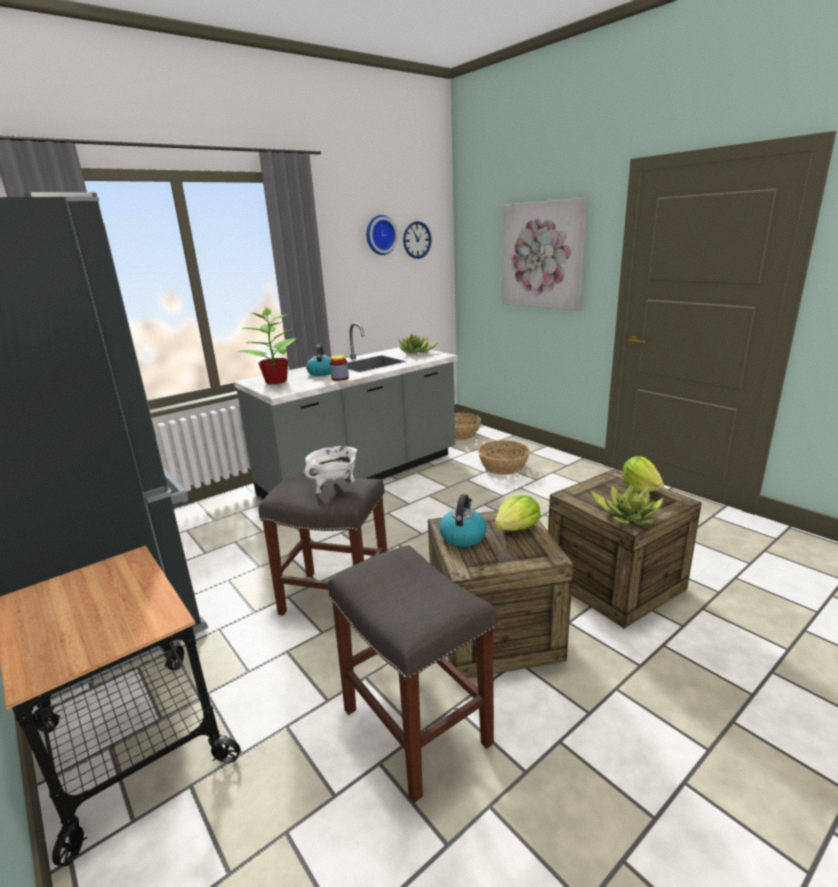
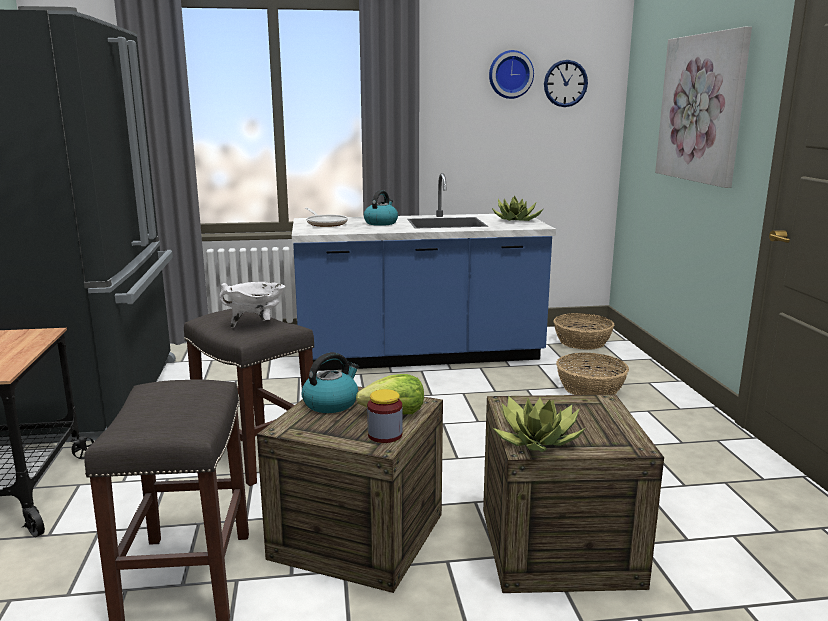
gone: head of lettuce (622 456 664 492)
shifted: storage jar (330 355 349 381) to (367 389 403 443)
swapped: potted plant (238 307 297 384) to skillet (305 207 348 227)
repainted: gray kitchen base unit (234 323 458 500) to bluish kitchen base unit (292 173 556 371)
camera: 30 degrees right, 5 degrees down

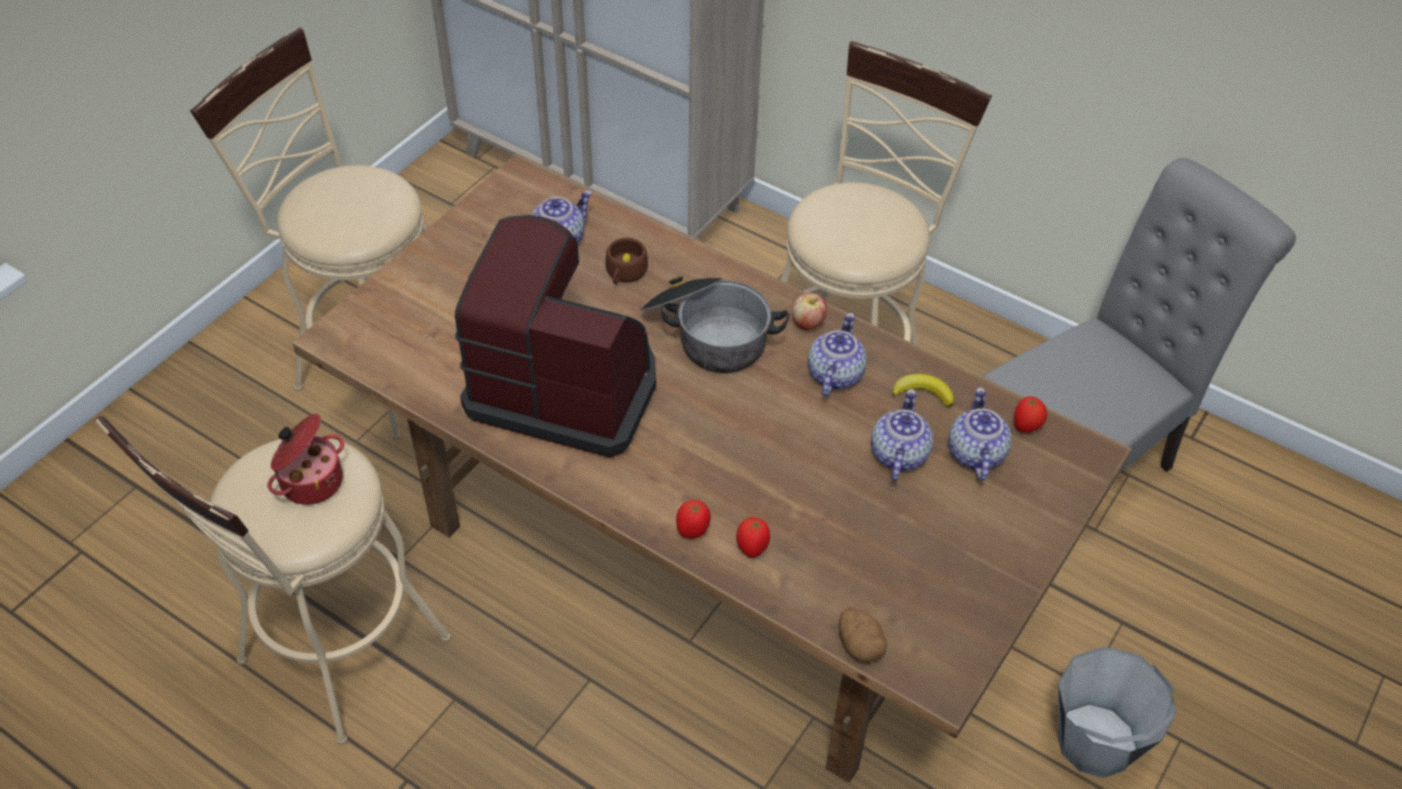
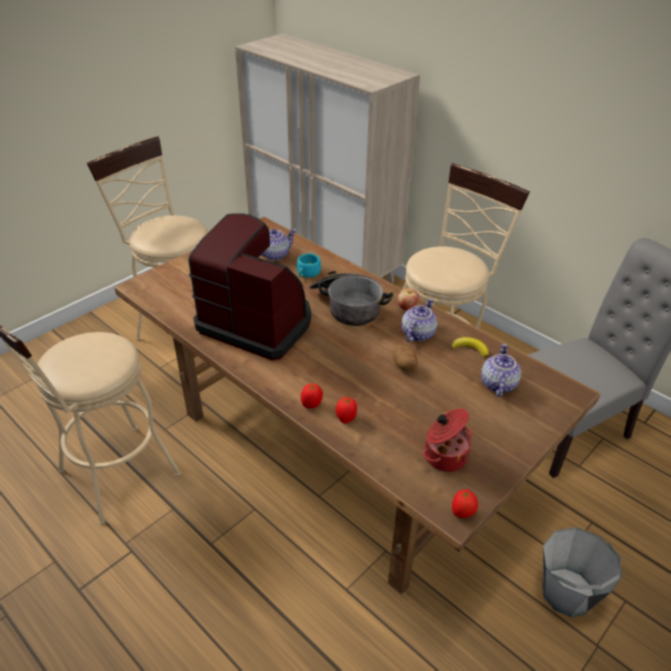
gone: teapot (871 389 933 481)
shifted: whole potato (839 608 887 663) to (393 344 418 371); cooking pot (268 414 344 505) to (423 409 472 472); fresh tomato (1014 396 1047 433) to (452 489 478 518)
repainted: brownish drinking cup (606 238 648 284) to turquoise drinking cup (297 253 321 278)
camera: 10 degrees right, 10 degrees down

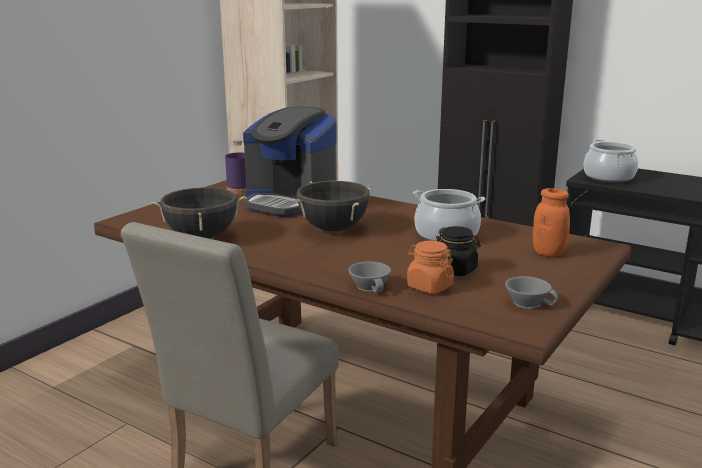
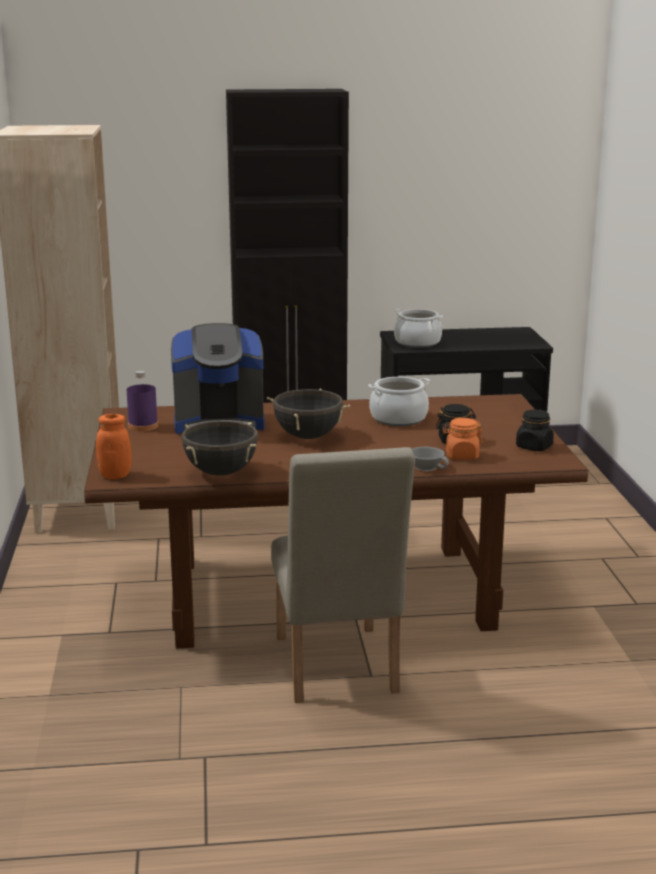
shifted: orange-coloured storage jar (533 188 570 257) to (96 414 132 479)
swapped: gray drinking cup (505 276 558 309) to black storage jar (516 410 554 451)
camera: 40 degrees left, 0 degrees up

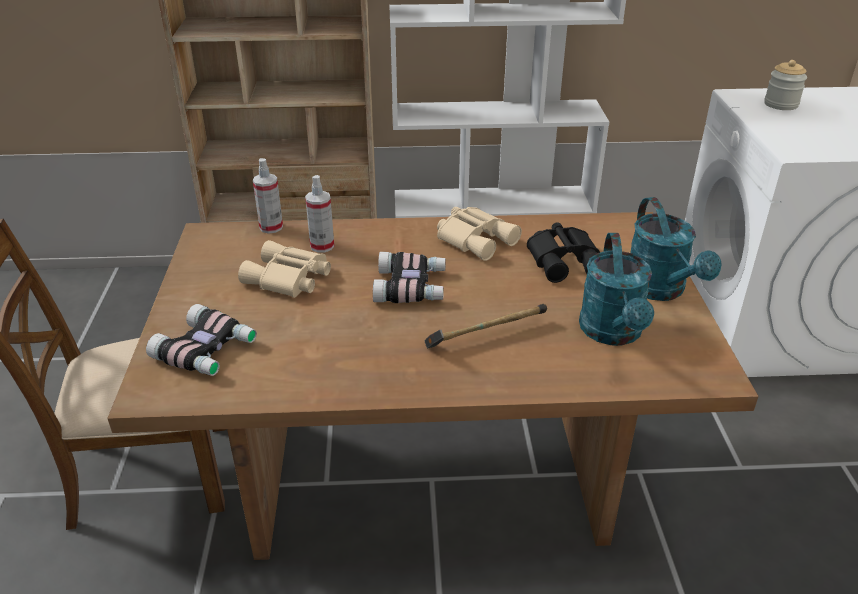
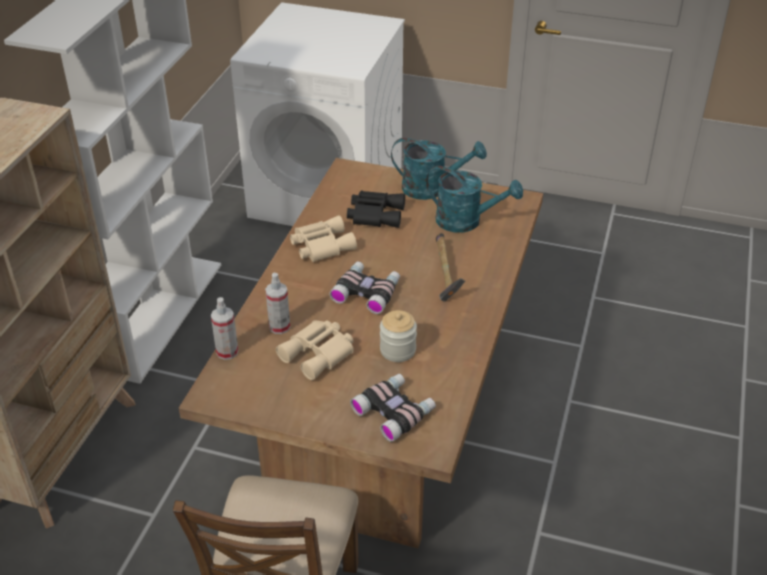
shifted: storage jar (764 60 807 110) to (380 310 417 362)
camera: 70 degrees left, 5 degrees up

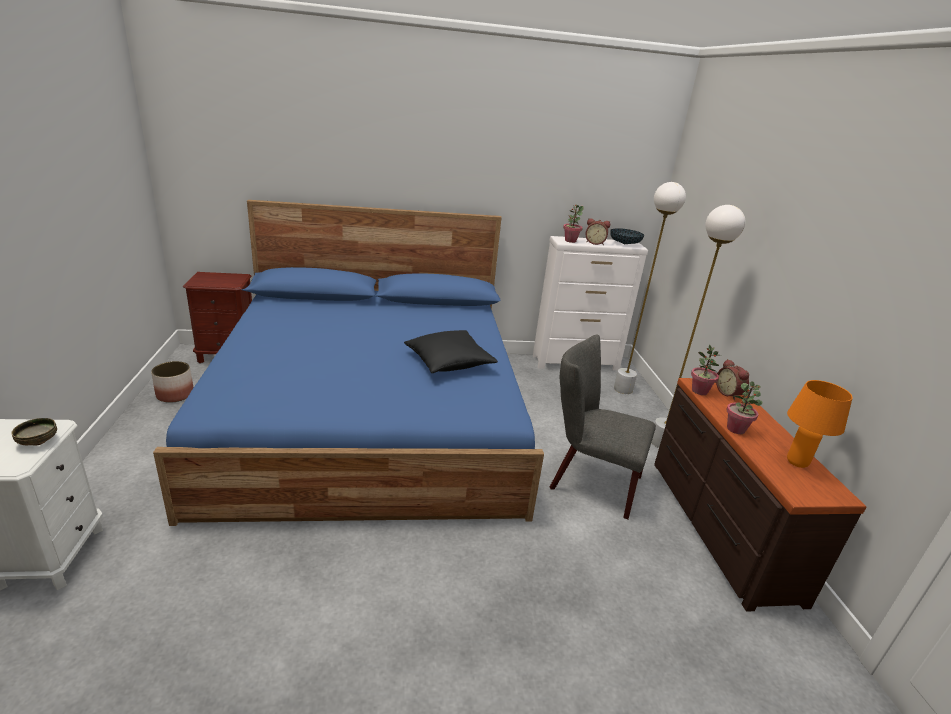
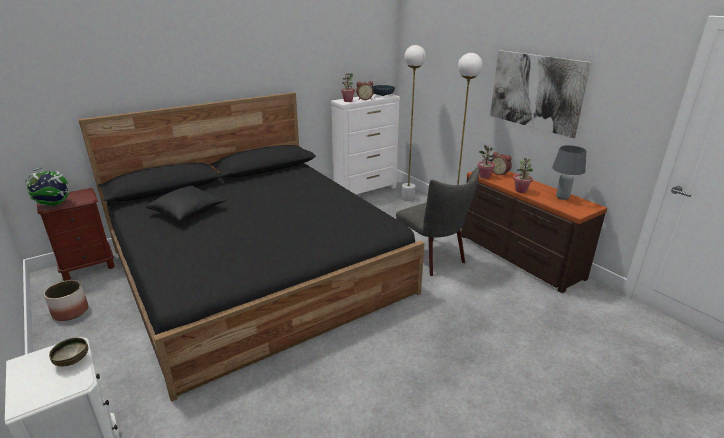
new: globe (25 167 70 206); wall picture (490 50 591 138)
shifted: black throw pillow (404 330 498 373) to (145 186 227 221)
repainted: bluish bedroom bed (153 200 544 526) to black bedroom bed (78 92 425 402); orange-coloured lamp for a table (787 380 853 468) to gray lamp for a table (552 145 586 200)
rotated: gray chair (550 334 656 520) = (396 167 479 276) 120 degrees counterclockwise
camera: 25 degrees left, 0 degrees up

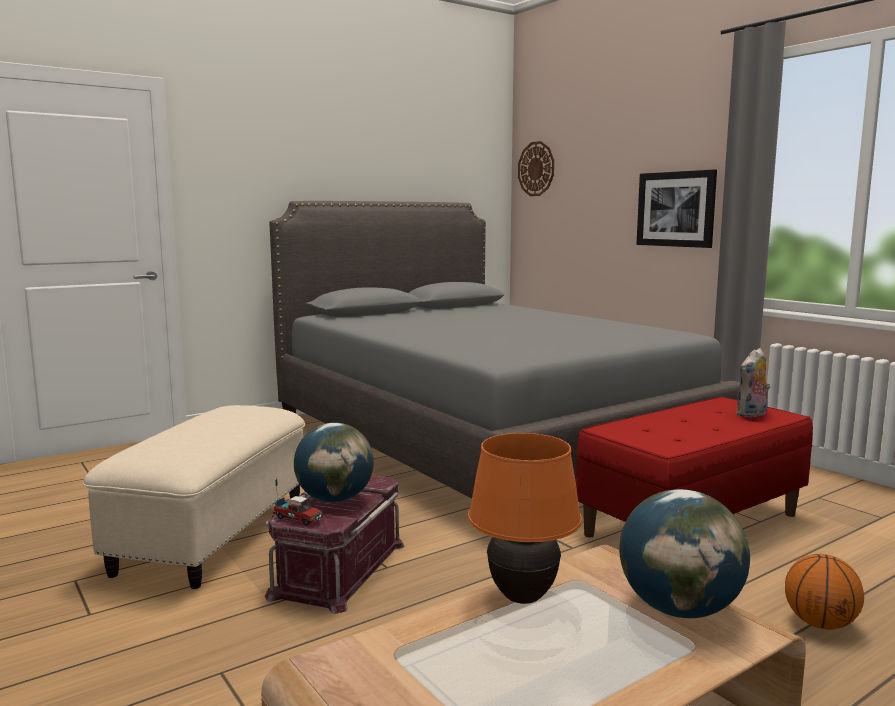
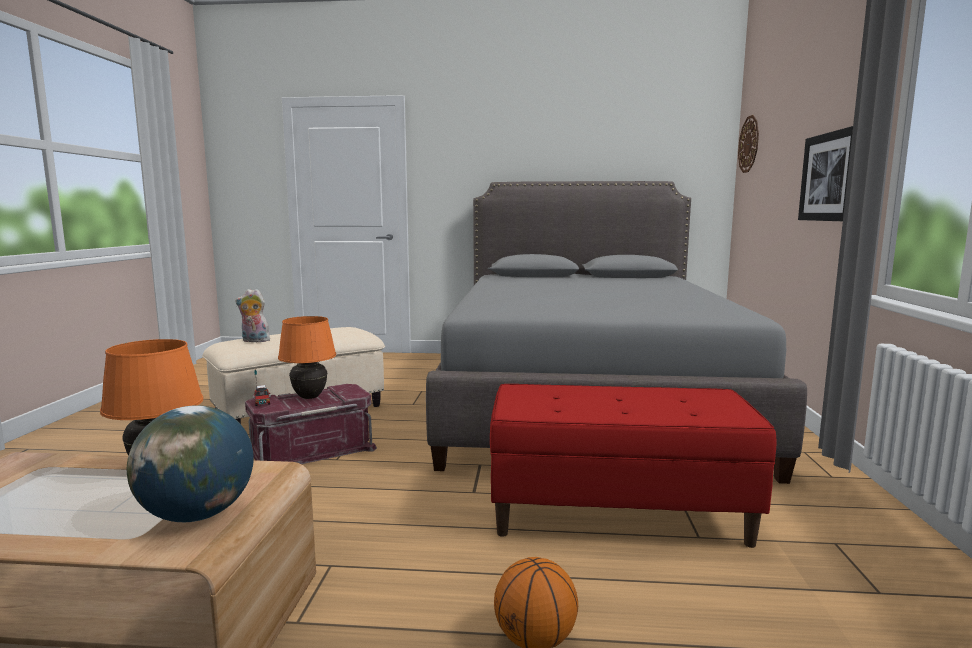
shifted: cuddly toy (736 348 770 417) to (236 289 270 342)
swapped: globe (294 423 374 503) to orange-coloured lamp for a table (278 316 336 399)
camera: 40 degrees right, 0 degrees up

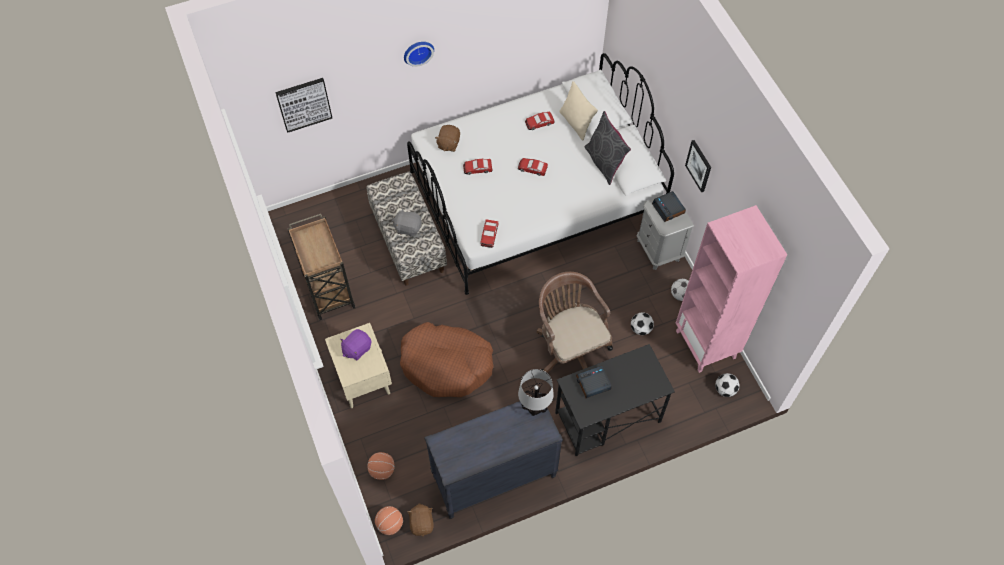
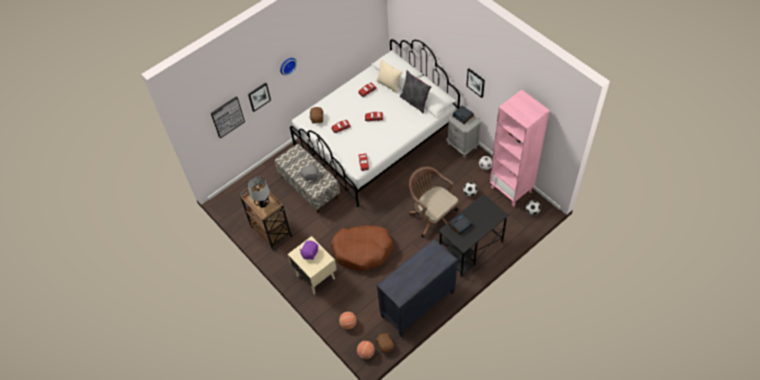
new: wall picture (248 83 271 112)
shifted: lamp for a table (518 369 554 416) to (248 177 270 208)
camera: 15 degrees left, 5 degrees down

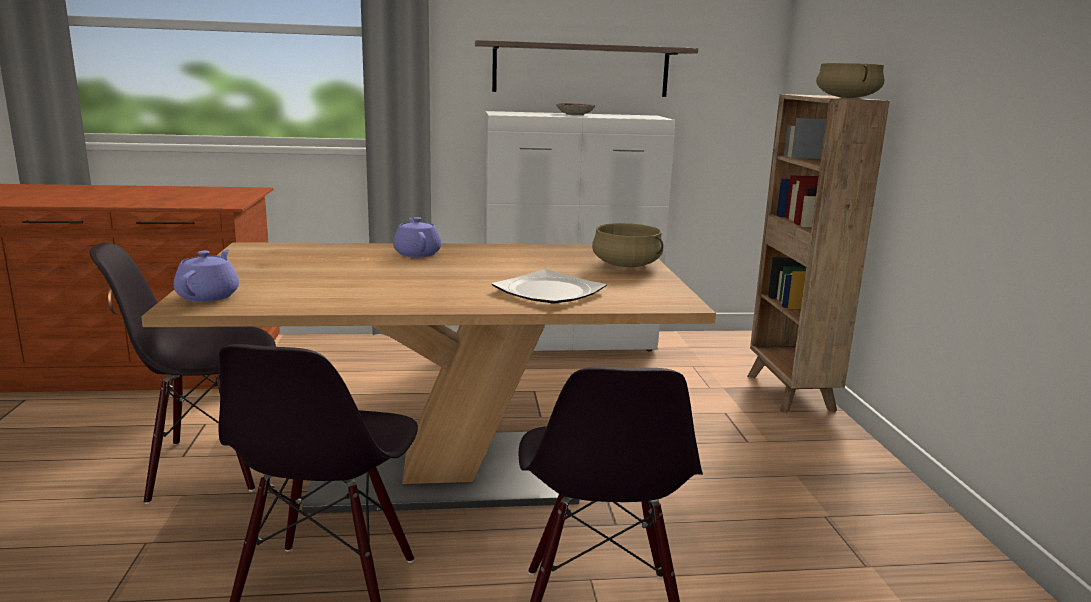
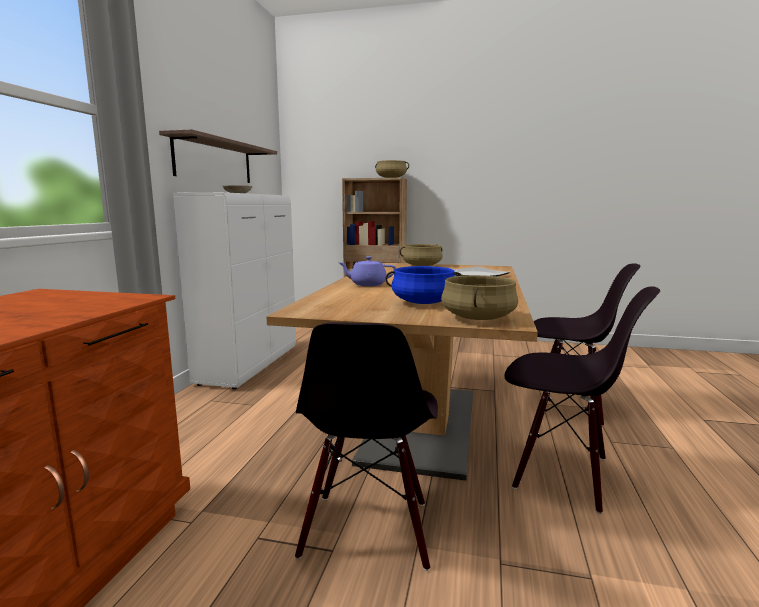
new: bluish cooking pot (385 266 462 304)
swapped: purplish teapot (174 249 239 302) to sand-coloured cooking pot (441 275 518 320)
camera: 70 degrees left, 5 degrees down

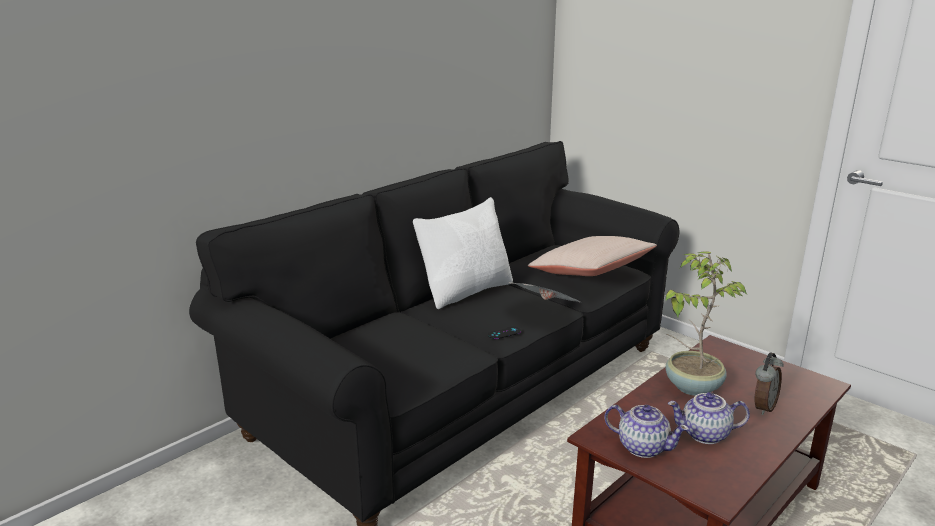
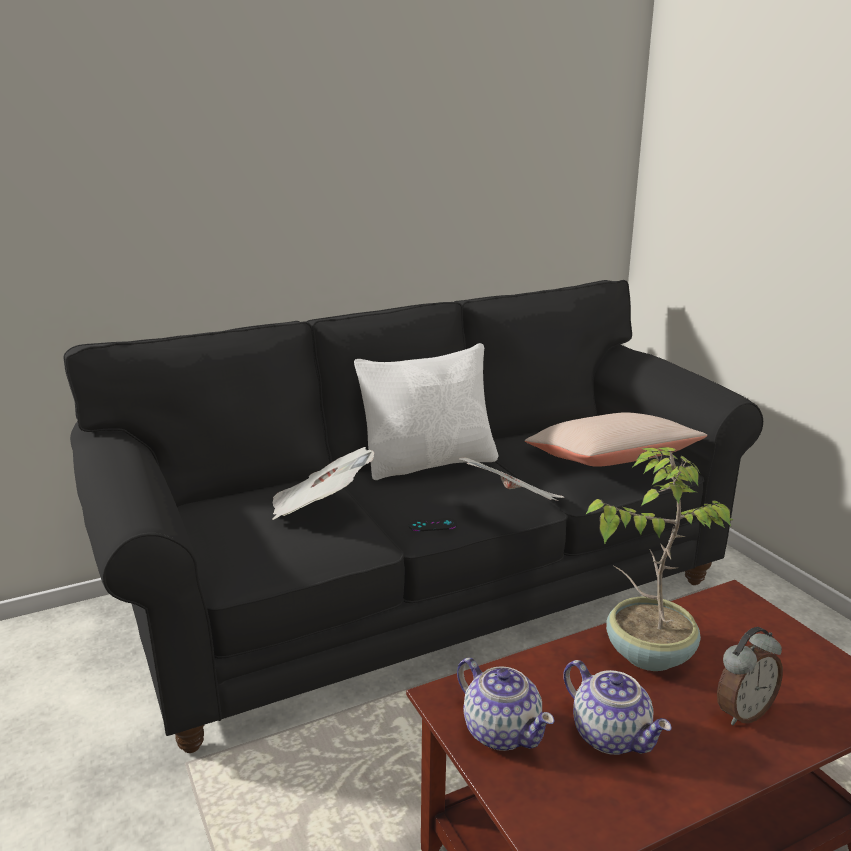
new: printed paper (272 447 374 520)
rotated: teapot (668 392 750 444) = (564 660 672 755) 150 degrees counterclockwise
camera: 20 degrees right, 0 degrees up

